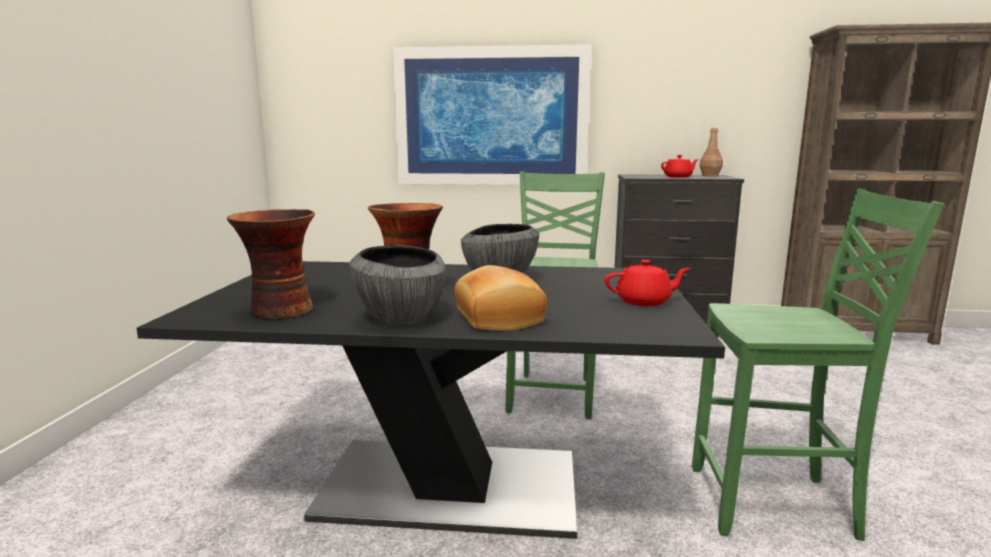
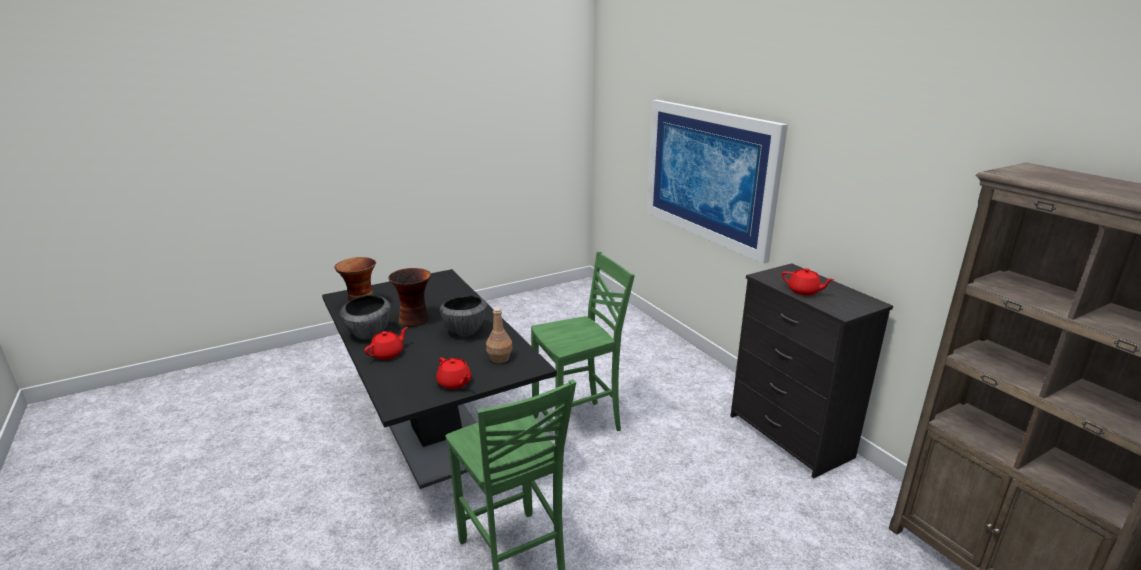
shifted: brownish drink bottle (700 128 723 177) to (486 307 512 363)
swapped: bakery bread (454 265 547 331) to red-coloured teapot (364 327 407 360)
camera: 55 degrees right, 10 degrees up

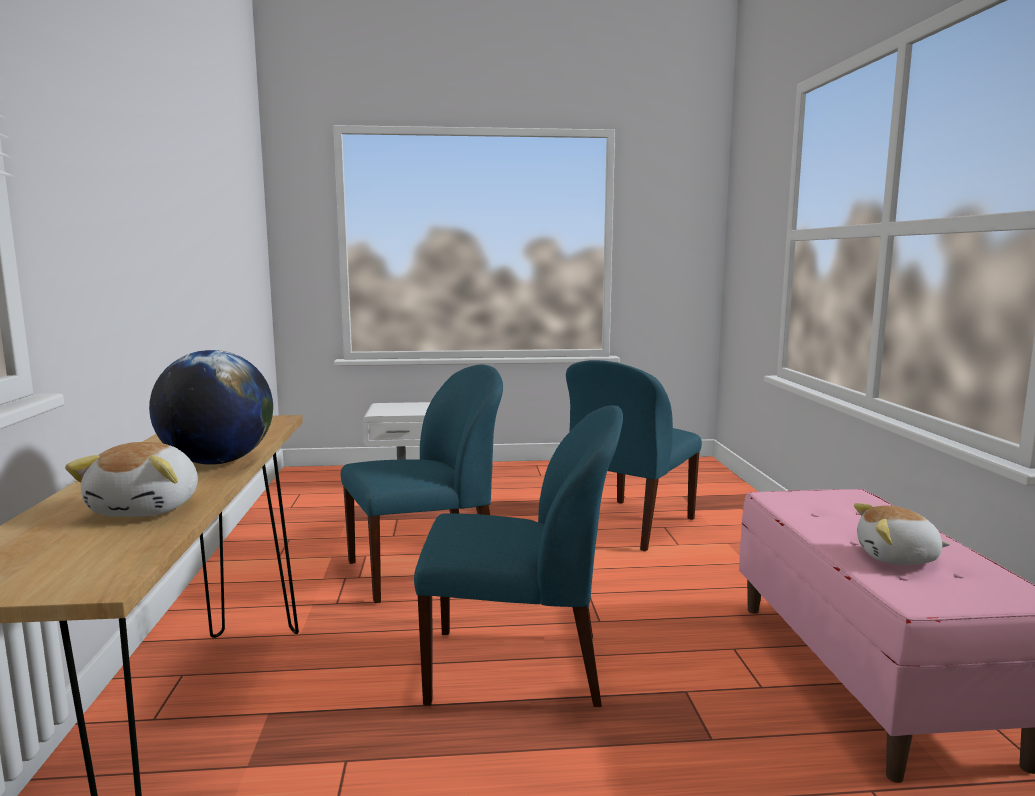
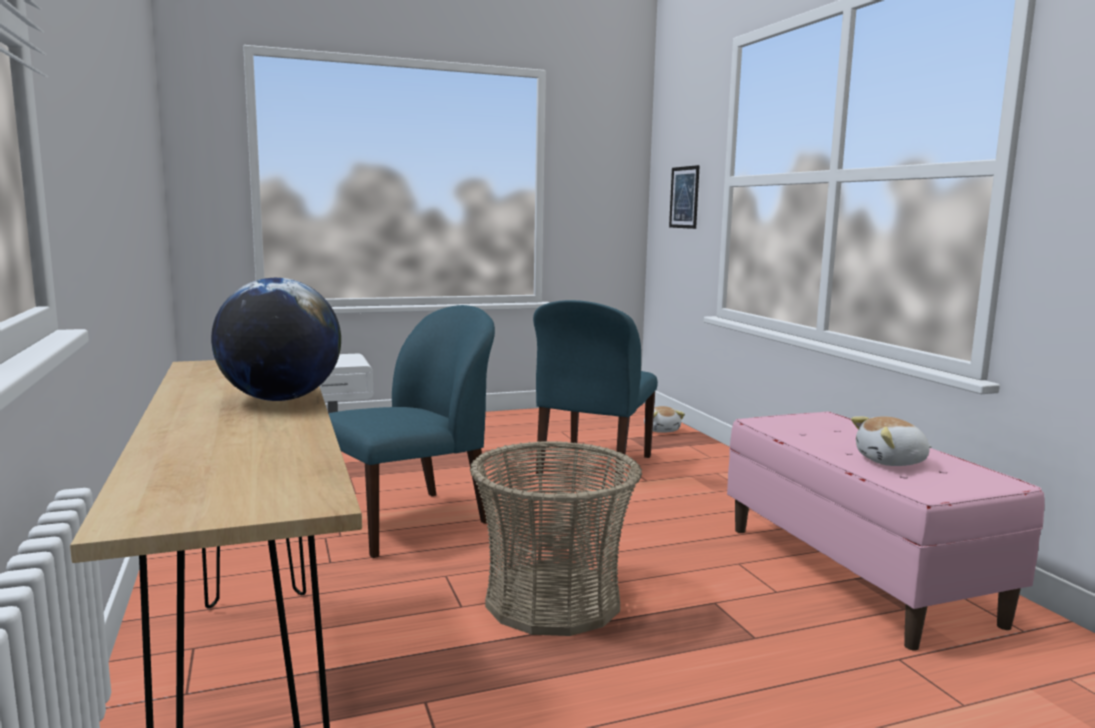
new: wall picture (669 165 700 229)
shifted: cuddly toy (65 442 198 517) to (644 406 685 433)
swapped: bluish chair (414 405 623 707) to basket (470 441 642 636)
camera: 15 degrees left, 0 degrees up

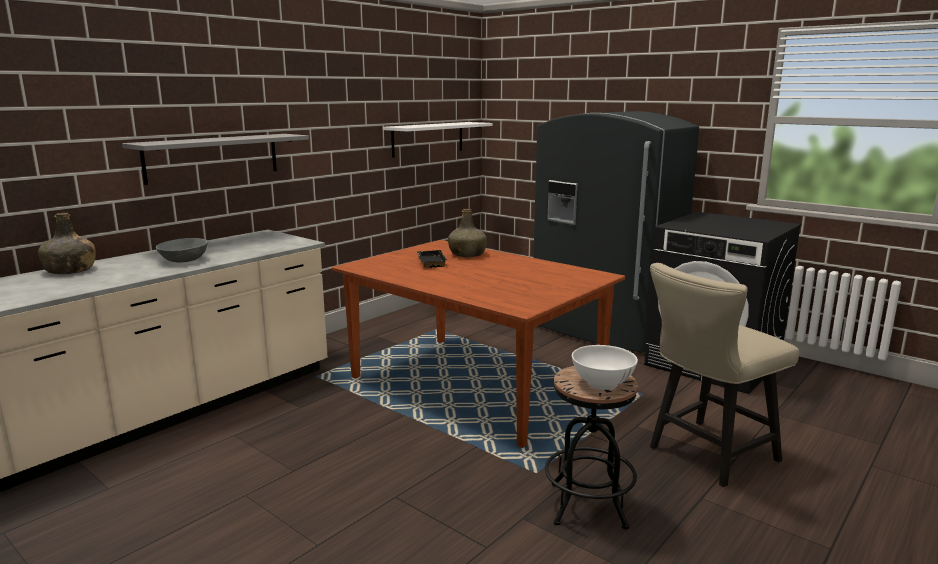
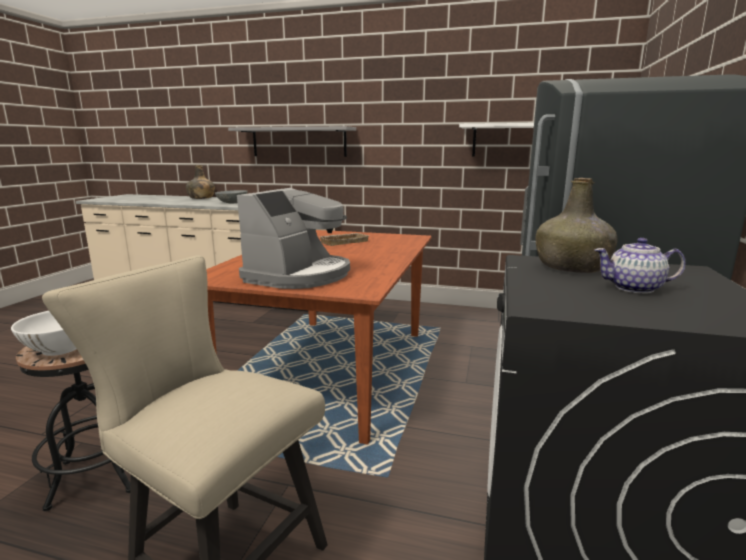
new: coffee maker (237 188 350 289); teapot (594 238 686 294)
shifted: green drink bottle (448 209 487 257) to (536 178 618 273)
repainted: black carrying tray (417 250 447 268) to sand-coloured carrying tray (318 233 370 246)
camera: 65 degrees right, 0 degrees up

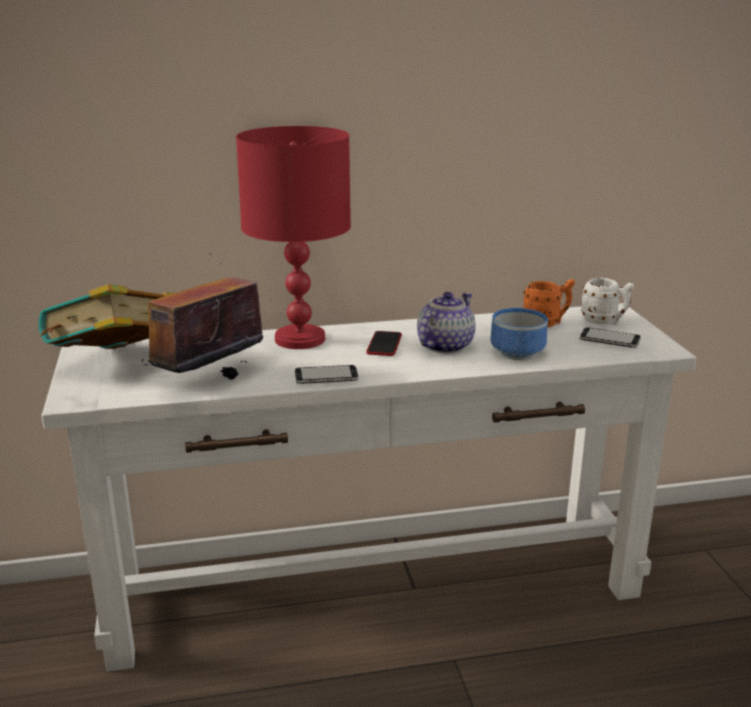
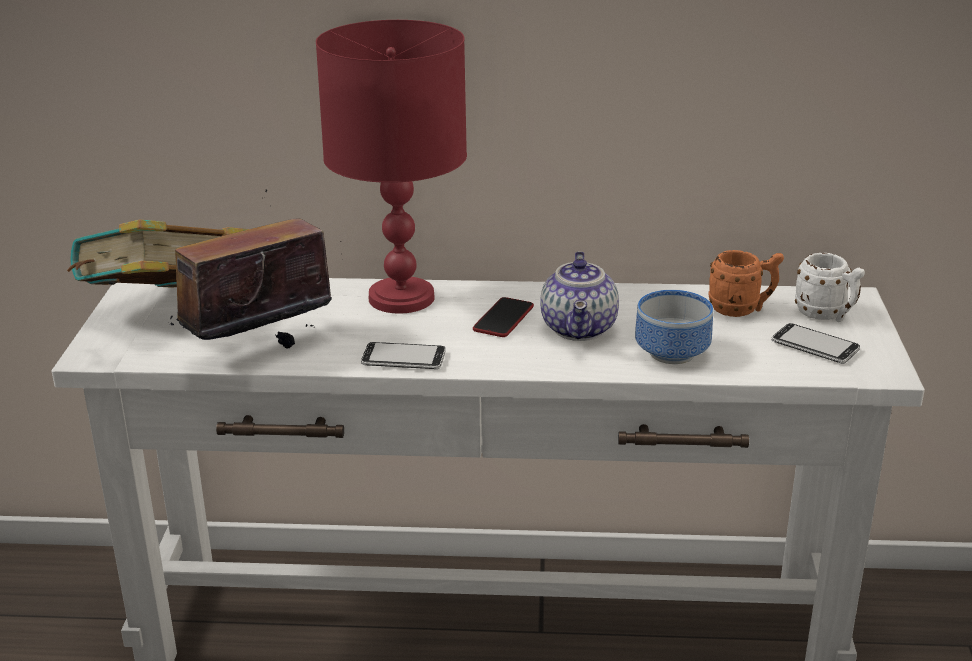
rotated: teapot (417 292 475 353) = (540 251 619 341) 135 degrees clockwise
camera: 15 degrees right, 5 degrees up

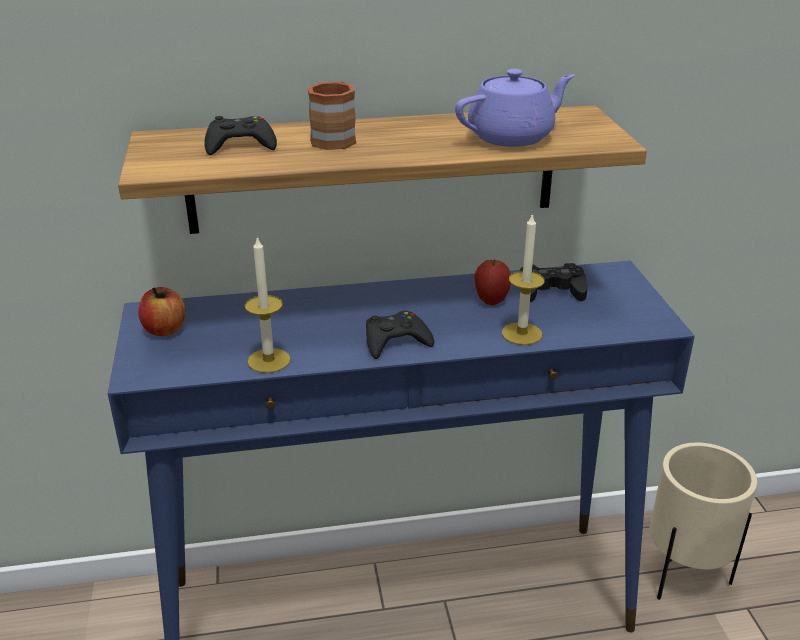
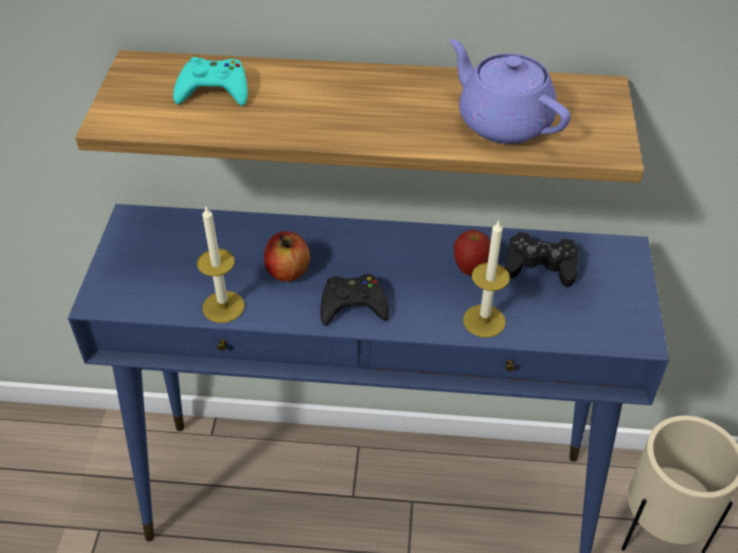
gone: brownish tea mug (307 82 356 150)
shifted: apple fruit (138 287 185 336) to (264 231 310 282)
repainted: black gamepad (204 116 277 155) to turquoise gamepad (173 57 248 106)
rotated: purplish teapot (455 69 575 147) = (449 39 571 144) 120 degrees counterclockwise
camera: 15 degrees right, 15 degrees up

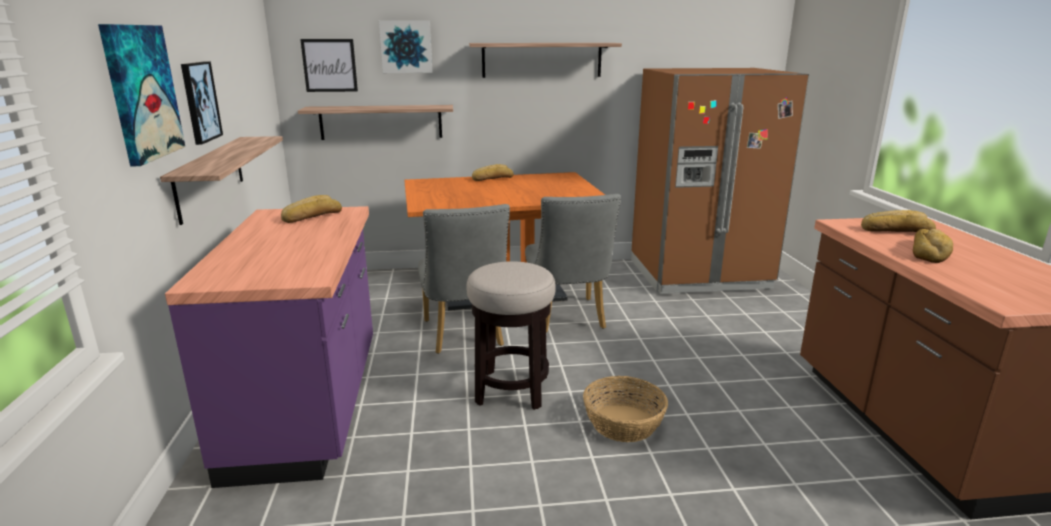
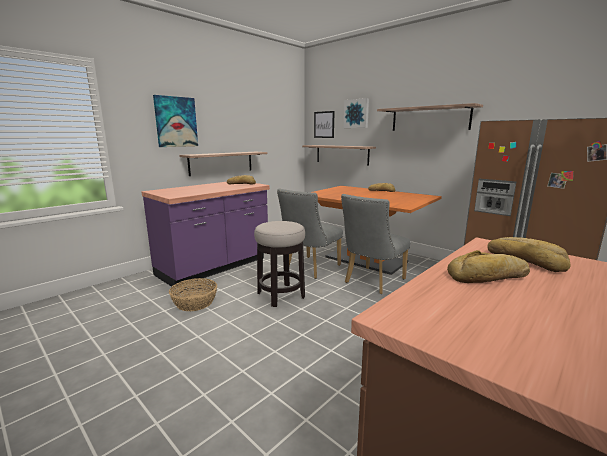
gone: wall picture (181 61 223 145)
shifted: basket (583 376 668 442) to (169 278 218 311)
camera: 50 degrees right, 5 degrees down

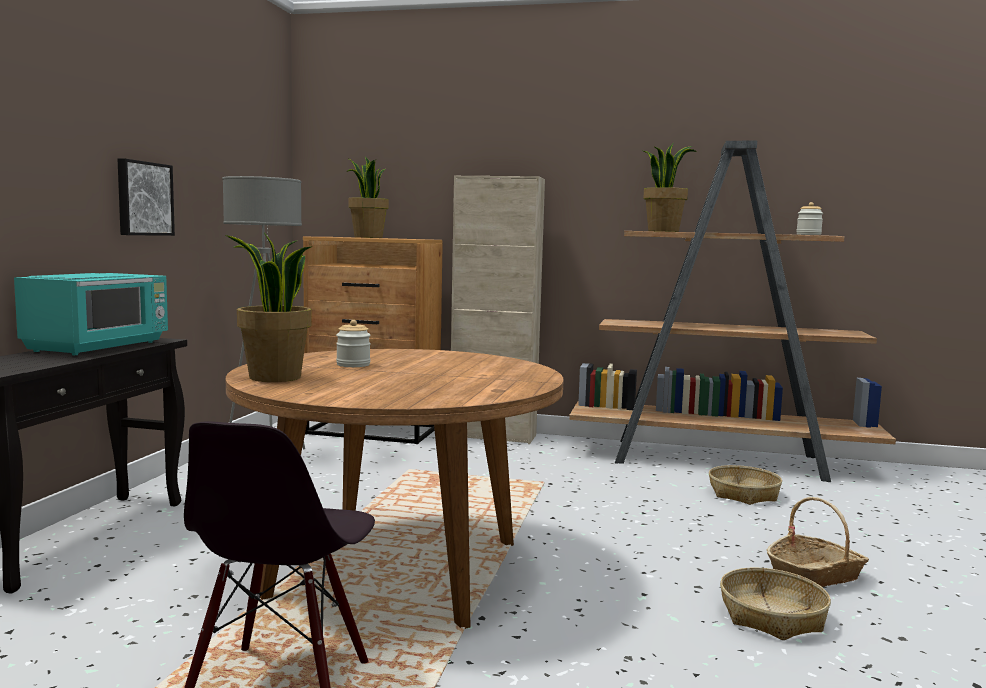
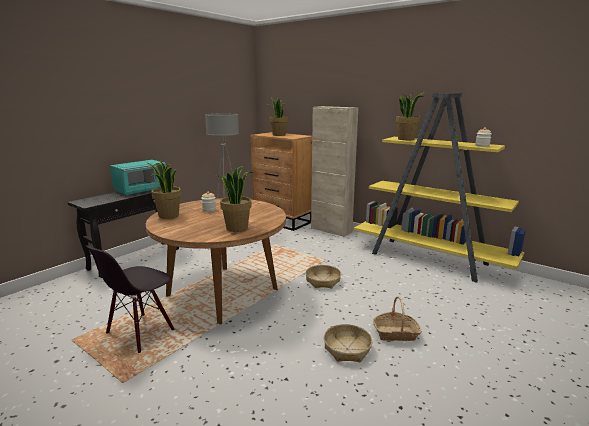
gone: wall picture (117 158 175 236)
new: potted plant (216 166 253 232)
shifted: basket (709 465 782 505) to (306 265 341 288)
repainted: brownish bookcase (569 141 896 482) to yellow-coloured bookcase (354 93 526 283)
camera: 25 degrees right, 10 degrees up

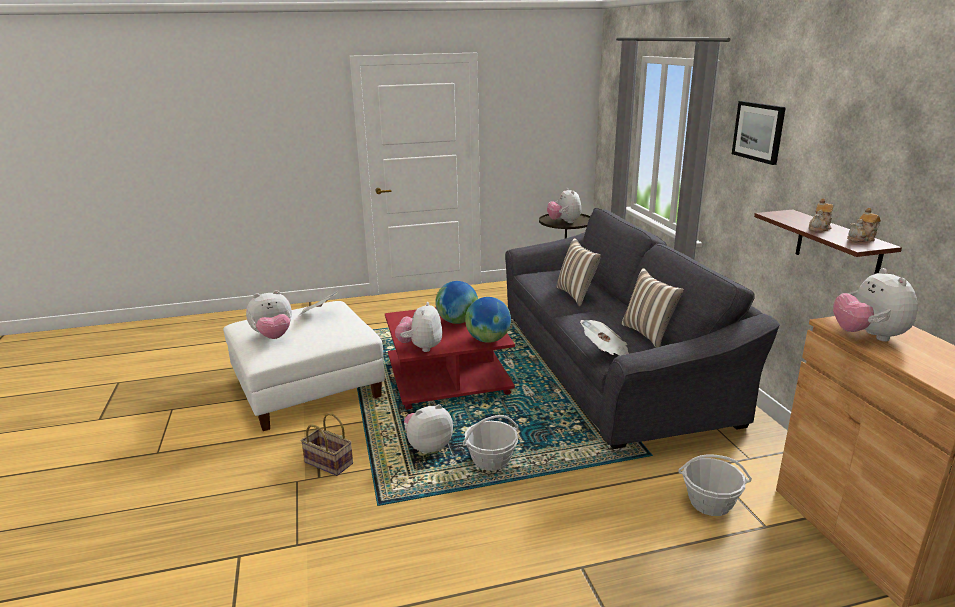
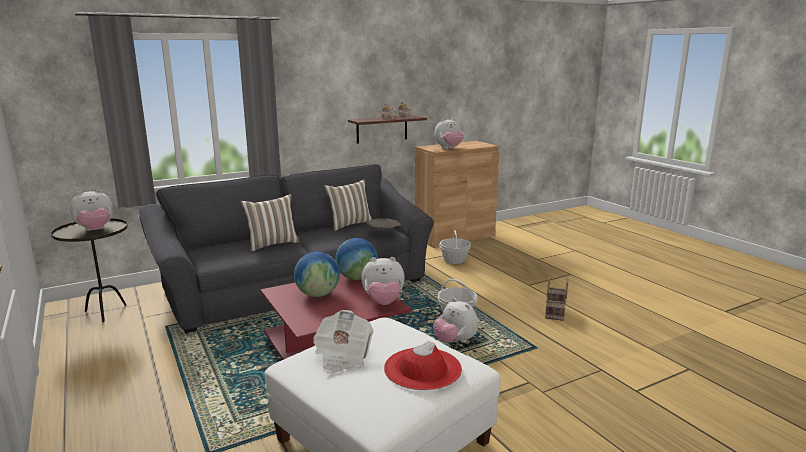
gone: wall picture (732 101 786 165)
shifted: basket (301 413 353 476) to (545 276 568 321)
swapped: cuddly toy (246 290 292 339) to red-coloured wearable hat (384 341 462 390)
camera: 105 degrees left, 5 degrees down

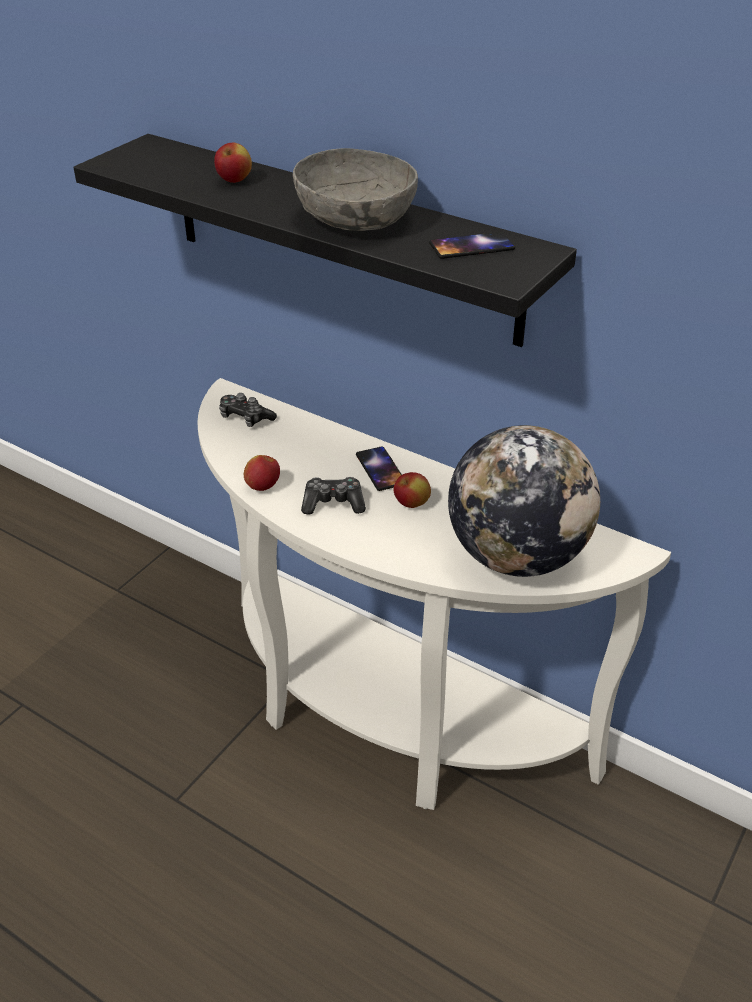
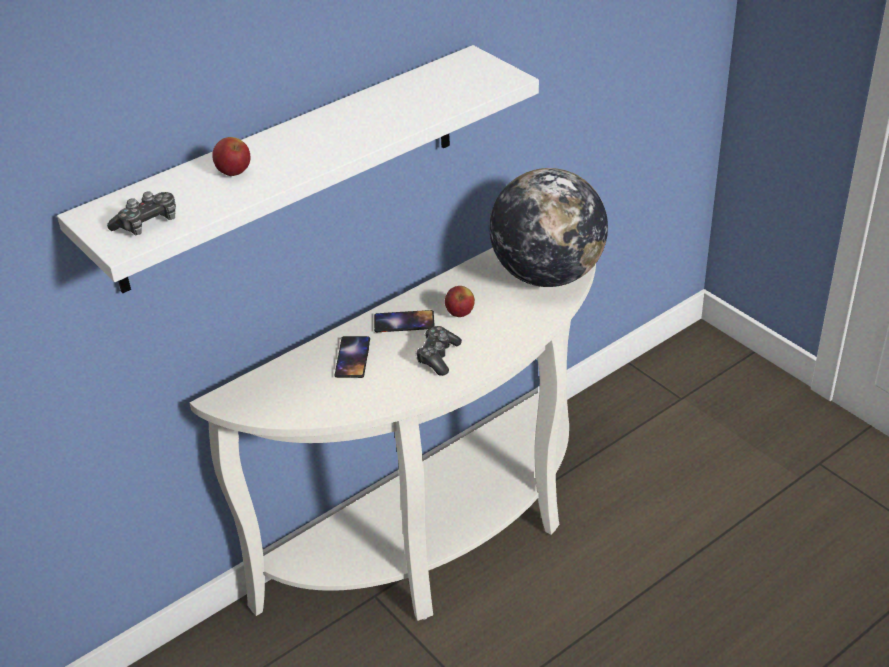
gone: apple fruit (244 455 280 491); gray deep dish (293 148 418 231)
shifted: gamepad (219 393 277 427) to (107 191 176 235); telephone (429 232 515 259) to (335 336 370 378)
repainted: black wall shelf (74 134 577 347) to white wall shelf (57 45 539 293)
camera: 70 degrees left, 0 degrees up

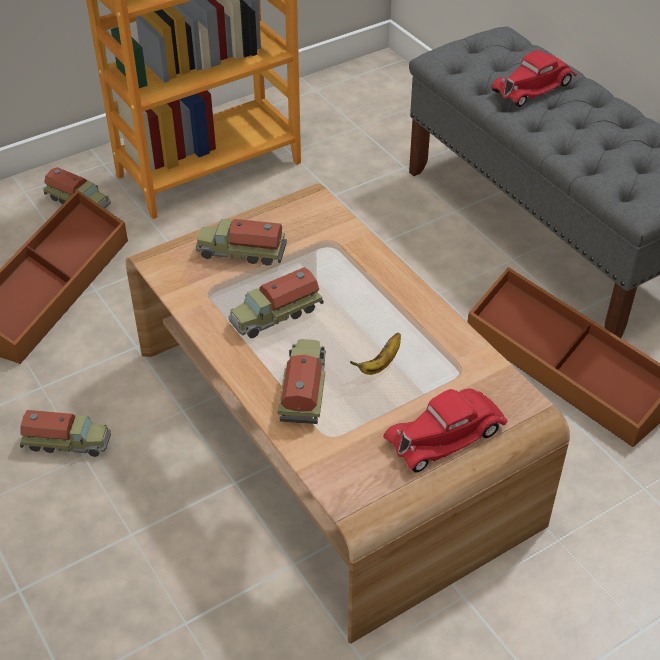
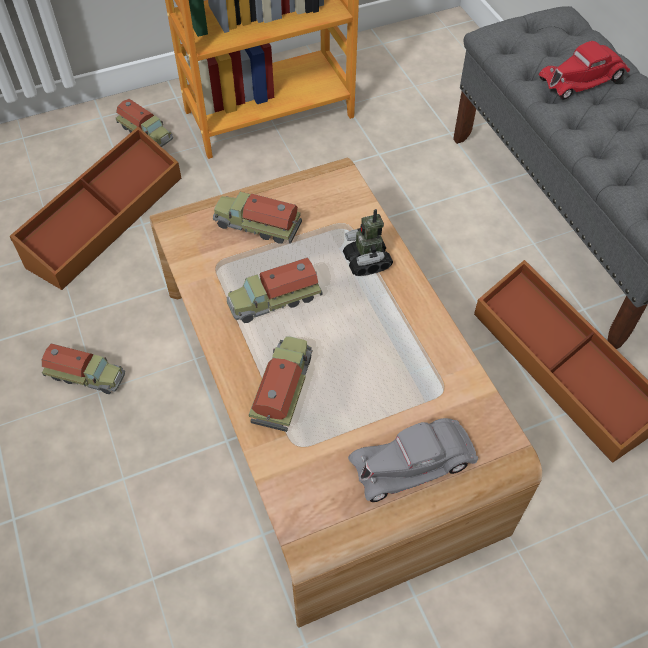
gone: banana (350 333 401 375)
new: robot figure (343 209 393 276)
repainted: red-coloured model car (383 388 507 472) to gray model car (348 418 478 502)
camera: 10 degrees right, 10 degrees up

